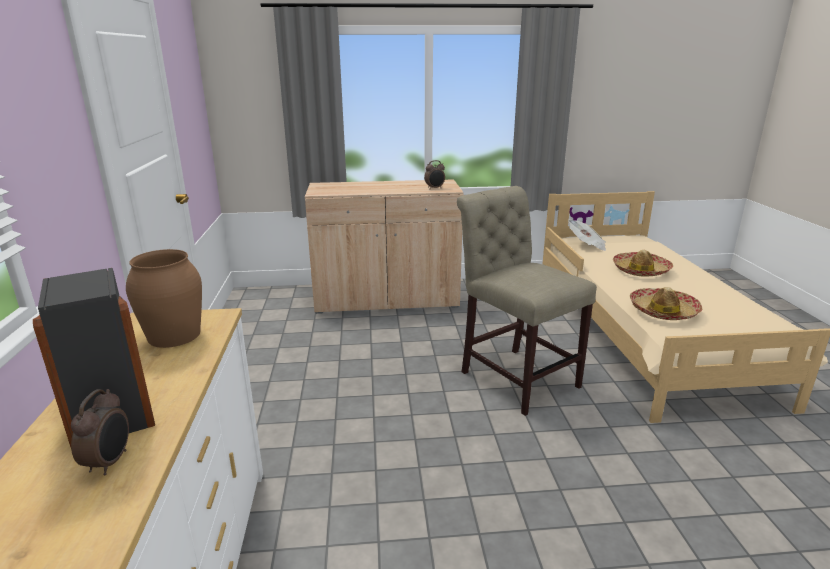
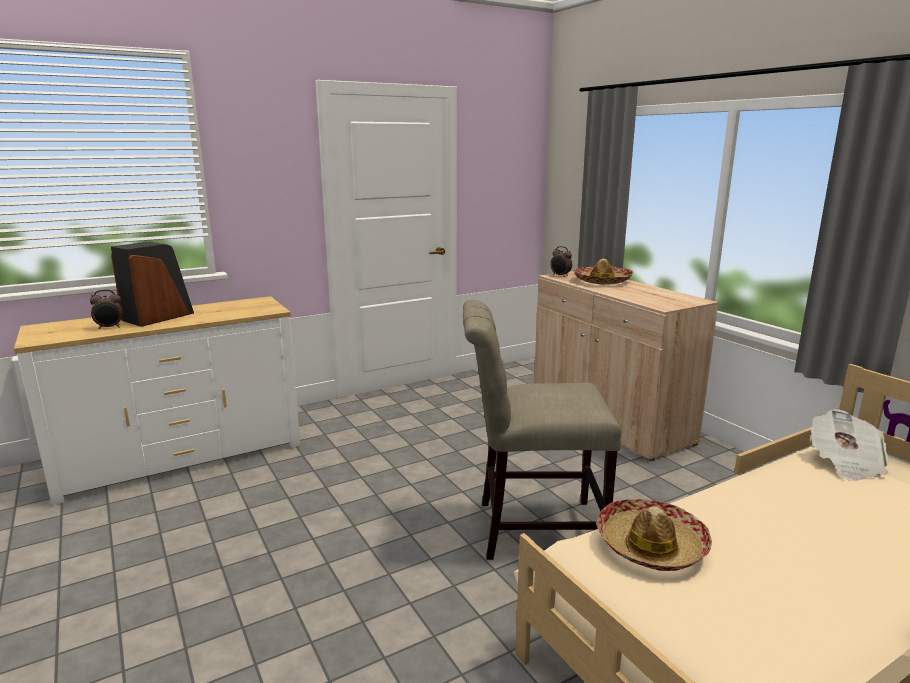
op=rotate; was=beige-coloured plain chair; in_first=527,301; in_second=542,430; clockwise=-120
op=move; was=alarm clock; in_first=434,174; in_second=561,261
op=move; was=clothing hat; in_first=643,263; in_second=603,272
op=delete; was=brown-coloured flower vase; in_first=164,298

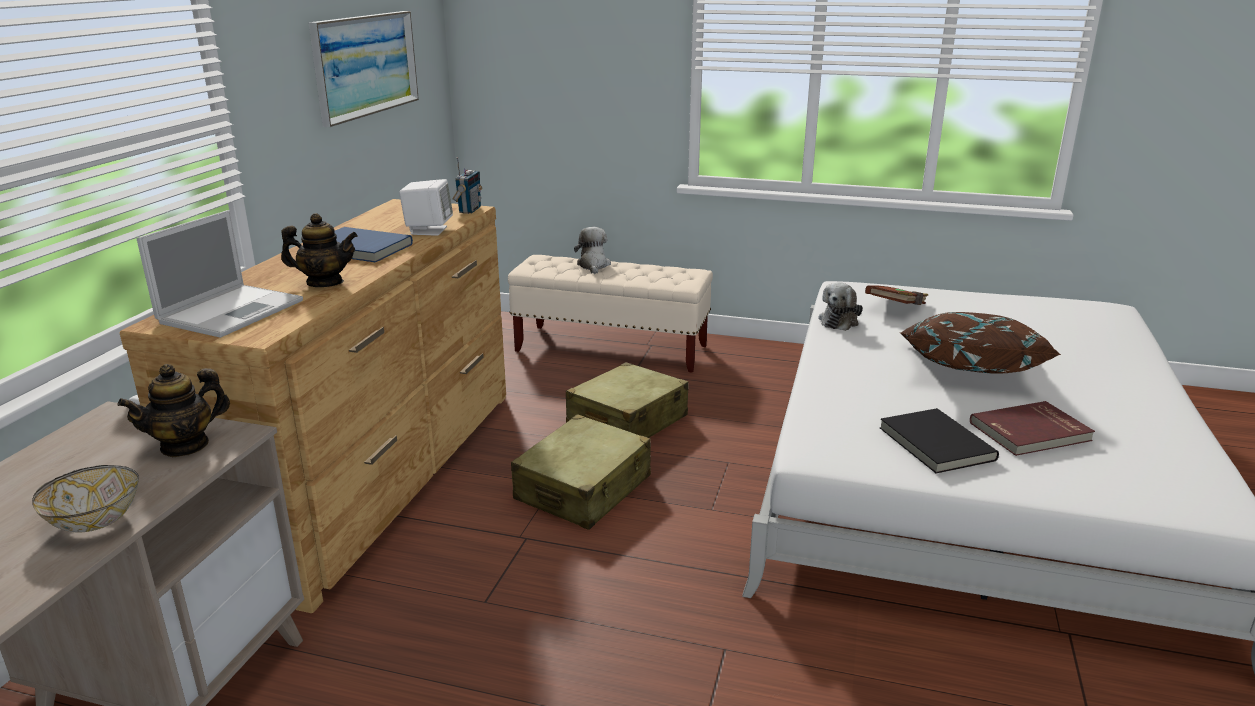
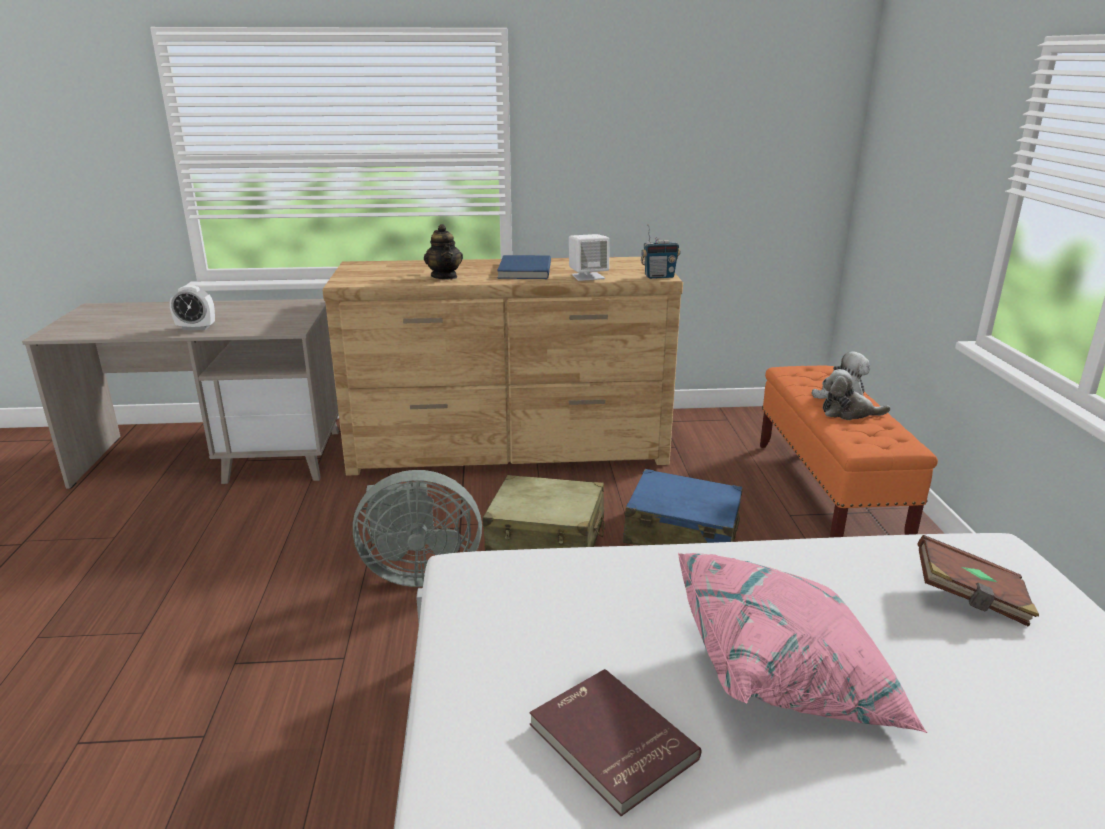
op=replace; was=deep dish; now=alarm clock; in_first=85,499; in_second=192,307
op=insert; now=greyish fan; in_second=417,528
op=recolor; was=beige-coloured travel case; now=blue-coloured travel case; in_first=627,400; in_second=683,507
op=recolor; was=brown-coloured cushion; now=pink-coloured cushion; in_first=980,343; in_second=802,643
op=recolor; was=beige-coloured long seat; now=orange-coloured long seat; in_first=610,314; in_second=849,452
op=move; was=cuddly toy; in_first=840,306; in_second=856,394
op=delete; was=teapot; in_first=174,410
op=delete; was=portable computer; in_first=220,274
op=delete; was=picture; in_first=364,69
op=delete; was=black-coloured book; in_first=939,441

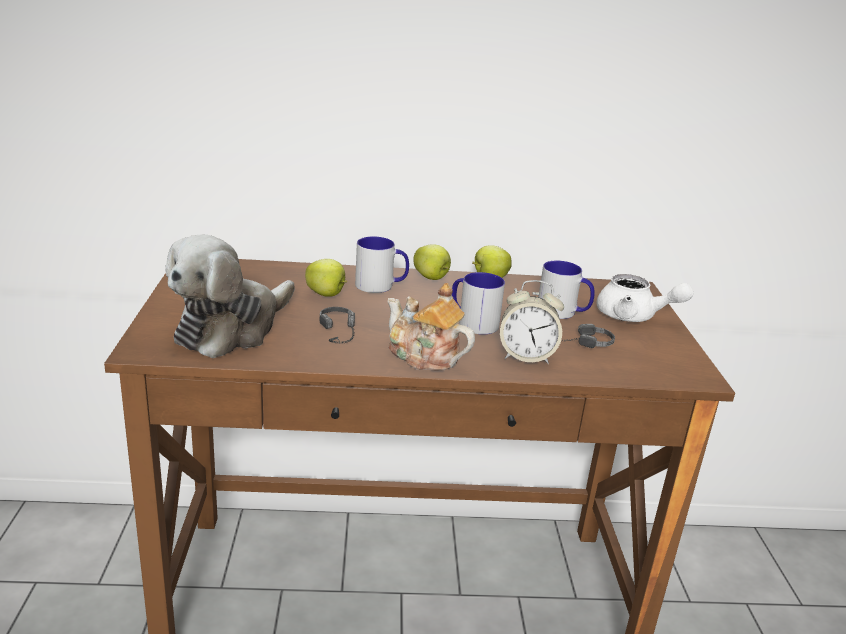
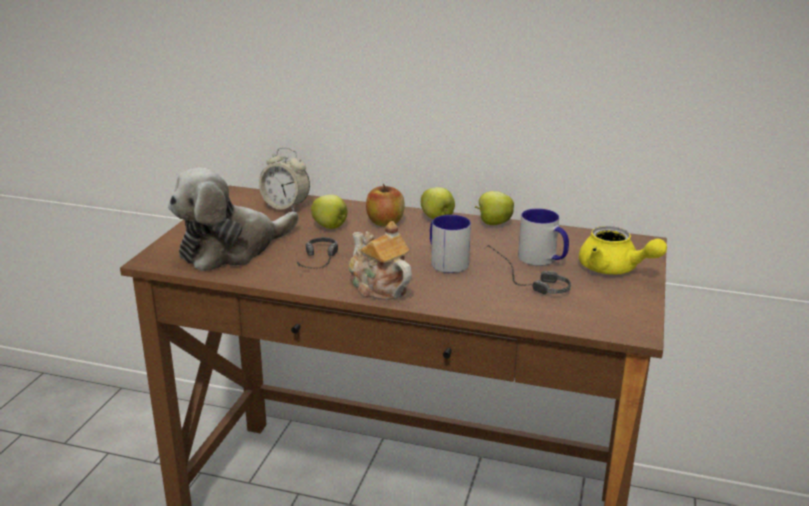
op=move; was=alarm clock; in_first=532,322; in_second=284,179
op=replace; was=tea mug; now=whole apple; in_first=382,264; in_second=385,205
op=recolor; was=whitish teapot; now=yellow teapot; in_first=645,298; in_second=623,250

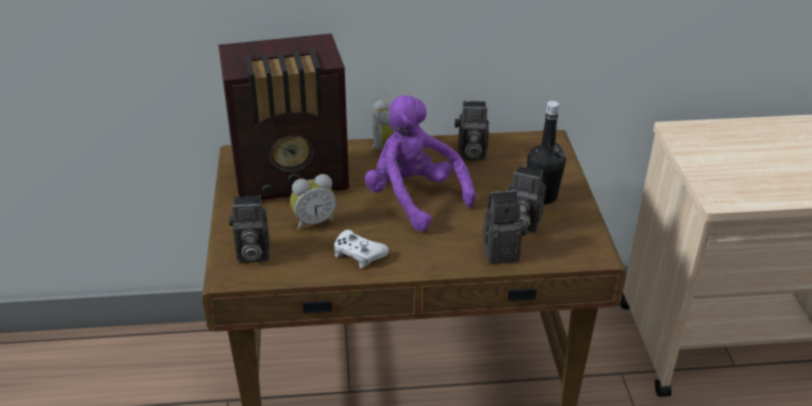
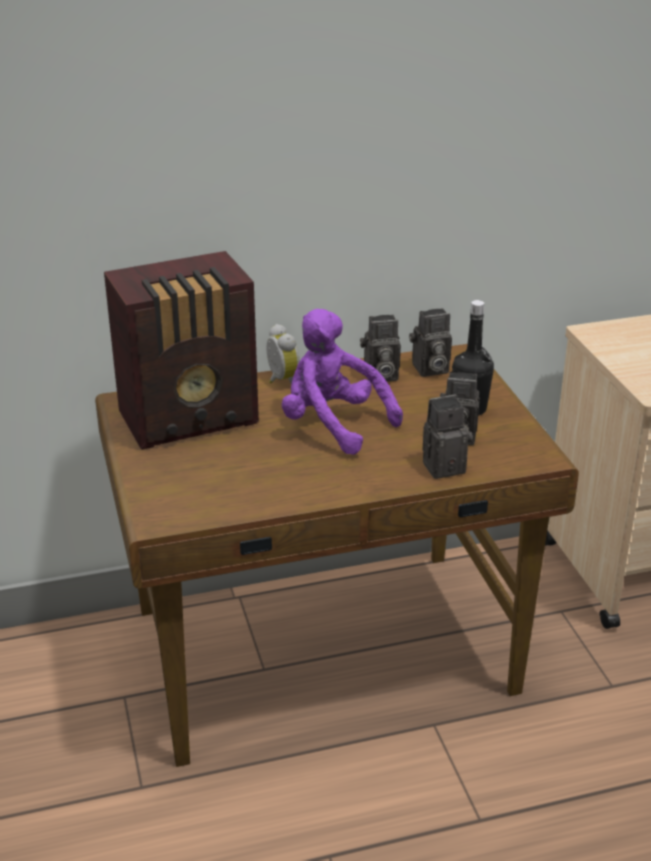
op=move; was=photo camera; in_first=249,229; in_second=430,342
op=delete; was=alarm clock; in_first=313,202
op=delete; was=whitish gamepad; in_first=361,249

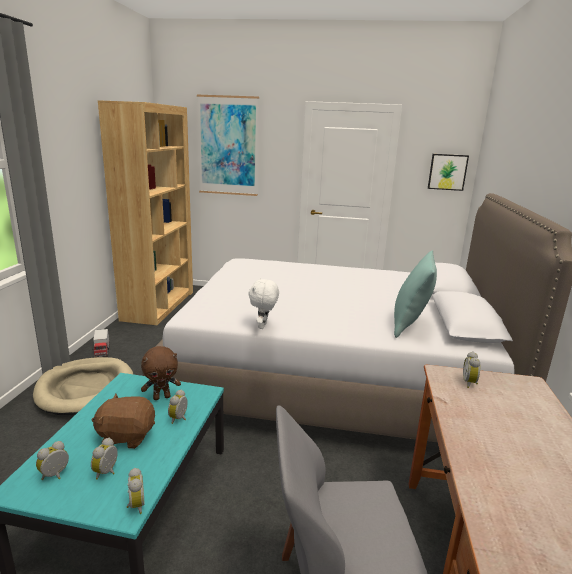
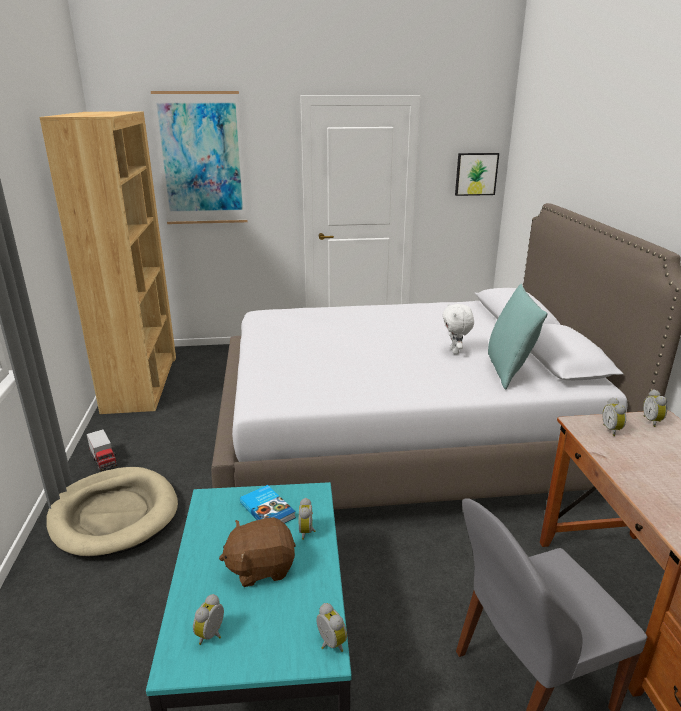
op=replace; was=brown-coloured cuddly toy; now=book; in_first=161,373; in_second=268,504
op=move; was=whitish cuddly toy; in_first=264,303; in_second=458,328
op=move; was=alarm clock; in_first=104,459; in_second=655,408

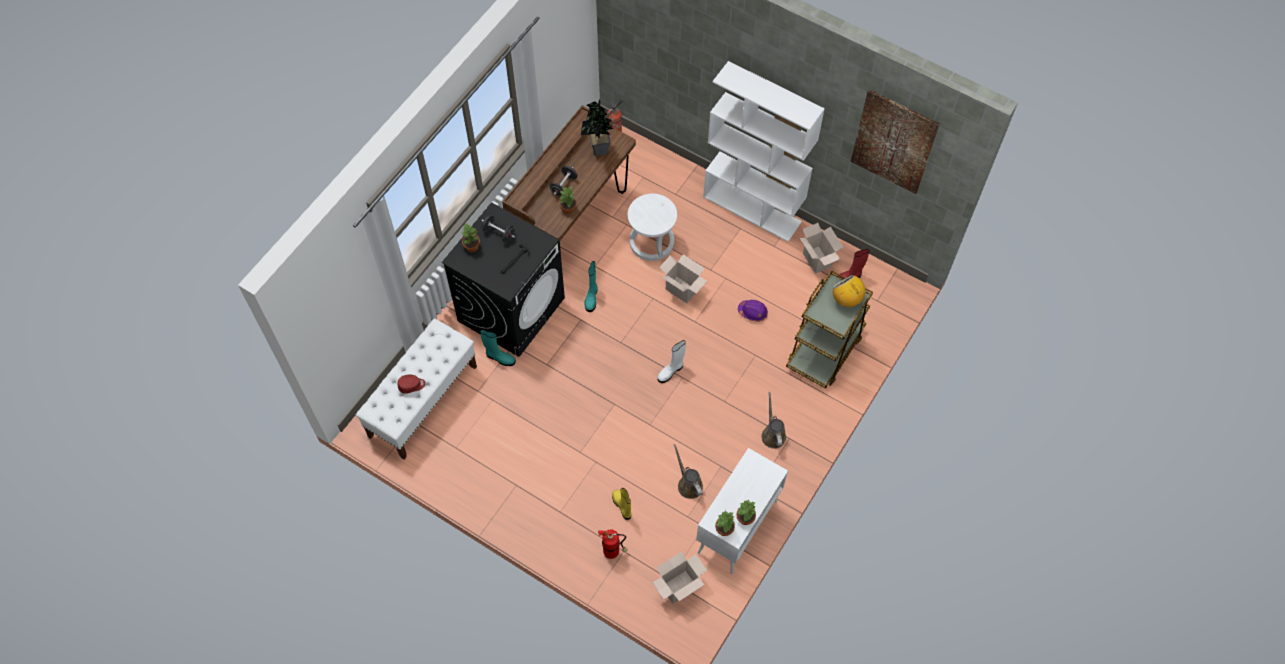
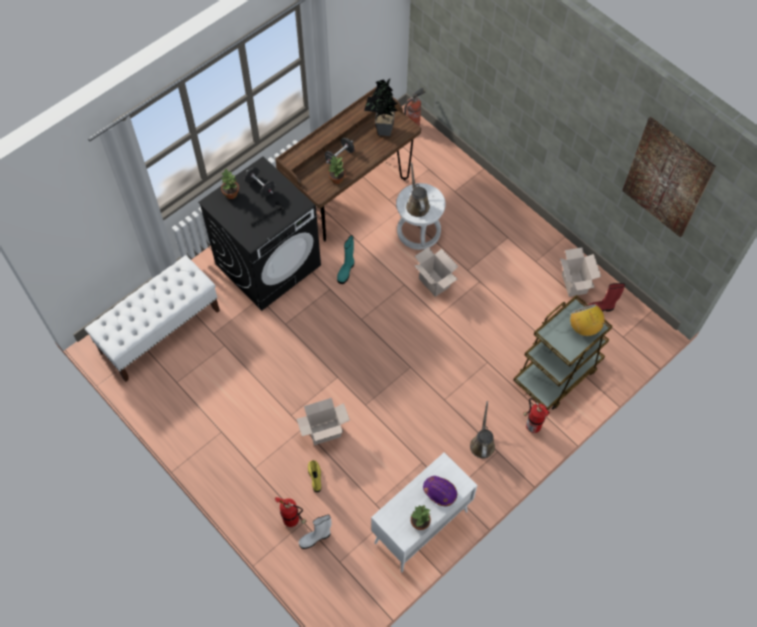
op=move; was=cardboard box; in_first=679,577; in_second=323,421
op=move; was=whitish boot; in_first=671,361; in_second=315,532
op=move; was=brown-coloured sprinkling can; in_first=688,471; in_second=418,190
op=move; was=purplish hard hat; in_first=753,311; in_second=440,491
op=insert; now=fire-fighting cylinder; in_second=536,415
op=delete; was=red baseball cap; in_first=412,384
op=delete; was=turquoise-coloured boot; in_first=498,347
op=delete; was=whitish bookshelf; in_first=764,151
op=delete; was=houseplant; in_first=725,523

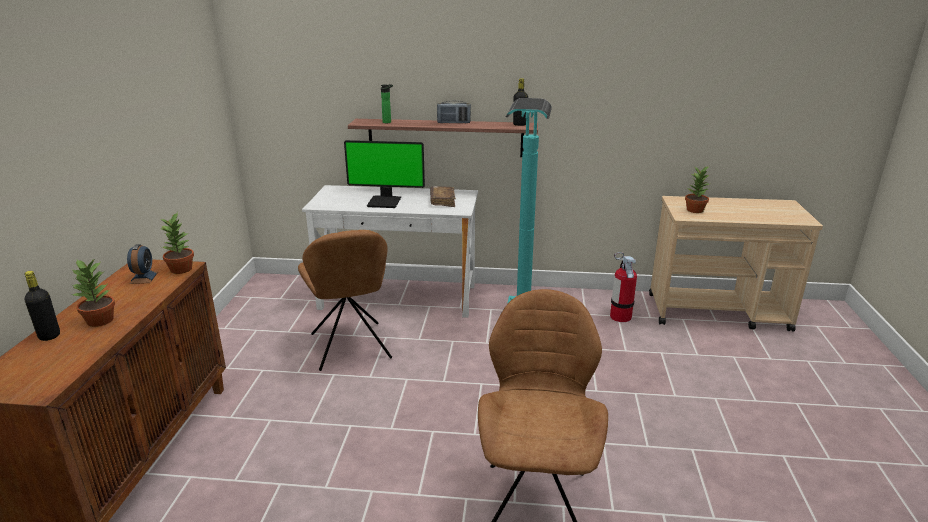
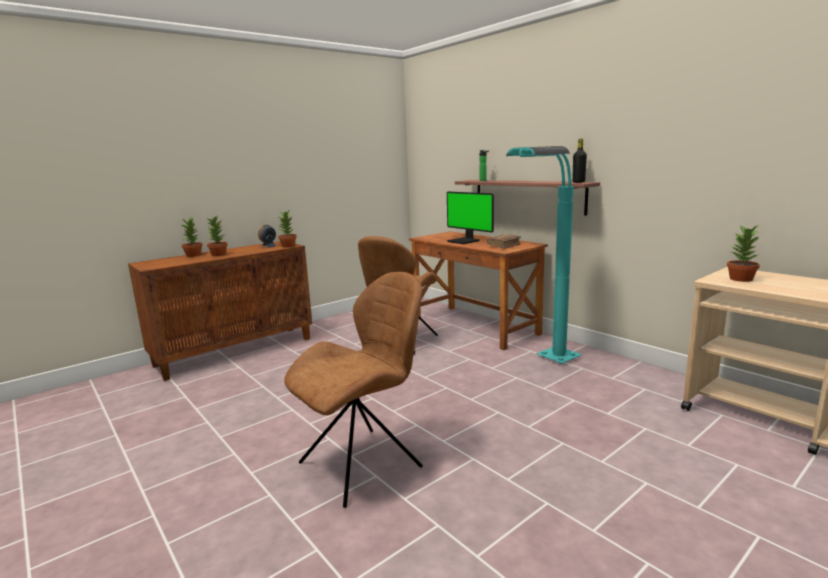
op=replace; was=black-coloured beverage bottle; now=houseplant; in_first=42,306; in_second=191,236
op=recolor; was=whitish desk table; now=brown-coloured desk table; in_first=390,251; in_second=478,290
op=delete; was=radio set; in_first=454,112
op=delete; was=fire-fighting cylinder; in_first=623,287

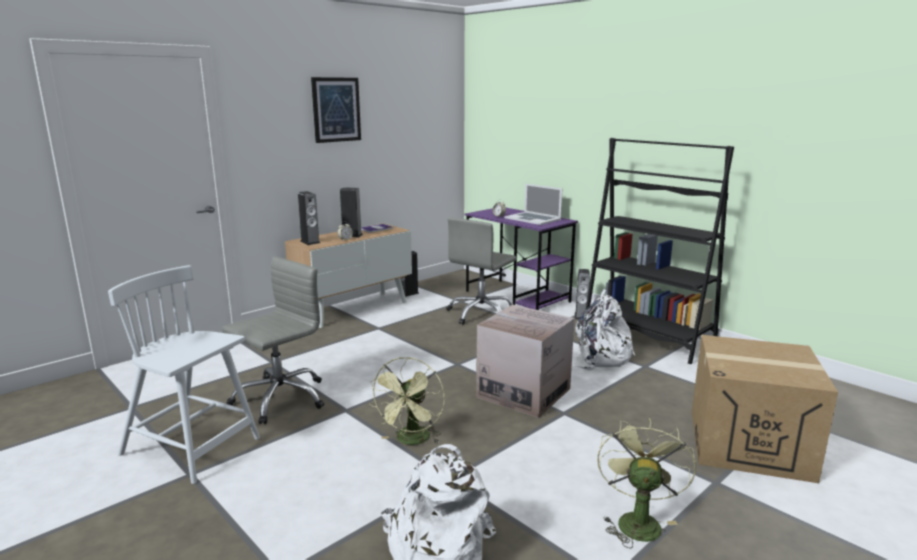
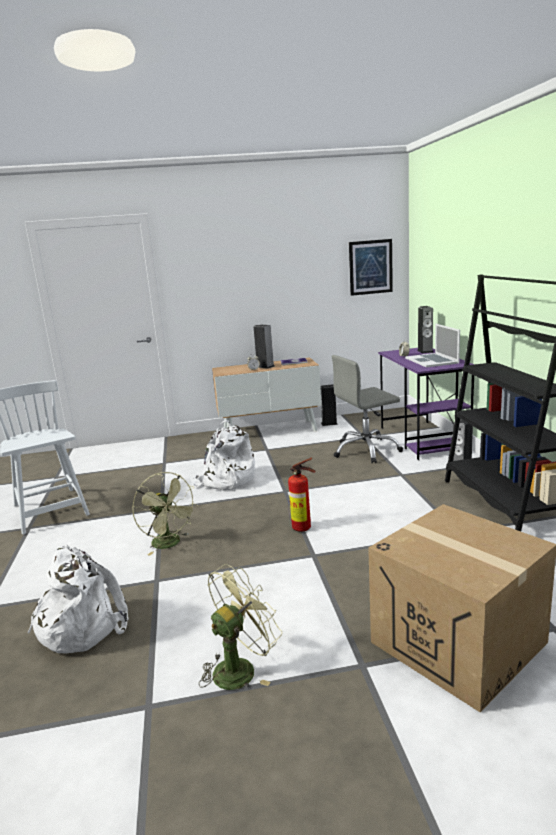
op=rotate; was=green-coloured fan; in_first=407,401; in_second=165,514; clockwise=-90
op=move; was=whitish rucksack; in_first=603,329; in_second=223,455
op=replace; was=cardboard box; now=fire-fighting cylinder; in_first=525,361; in_second=301,495
op=move; was=picture; in_first=336,110; in_second=371,267
op=move; was=loudspeaker; in_first=309,218; in_second=425,329
op=delete; was=greyish computer chair; in_first=273,340

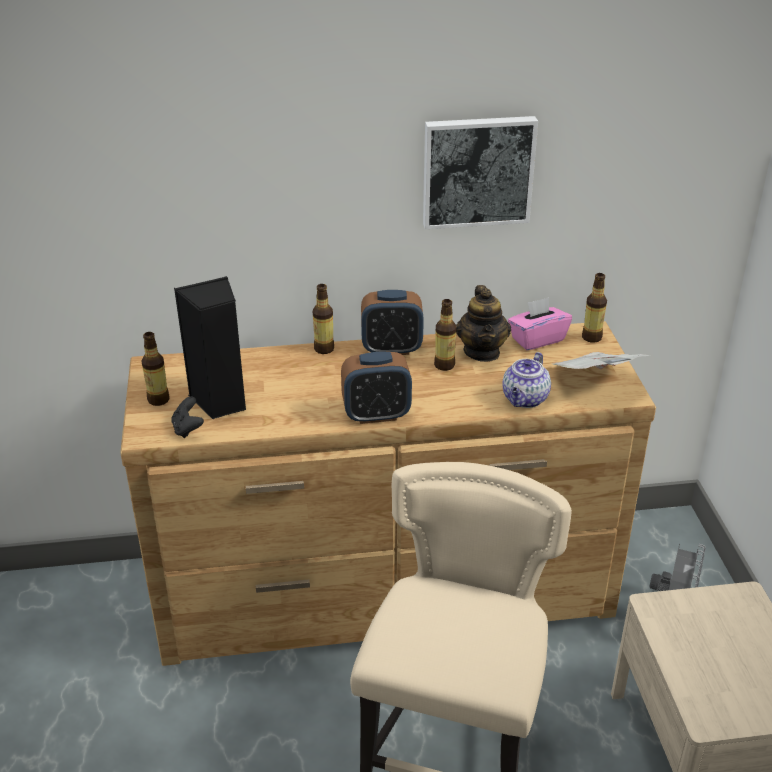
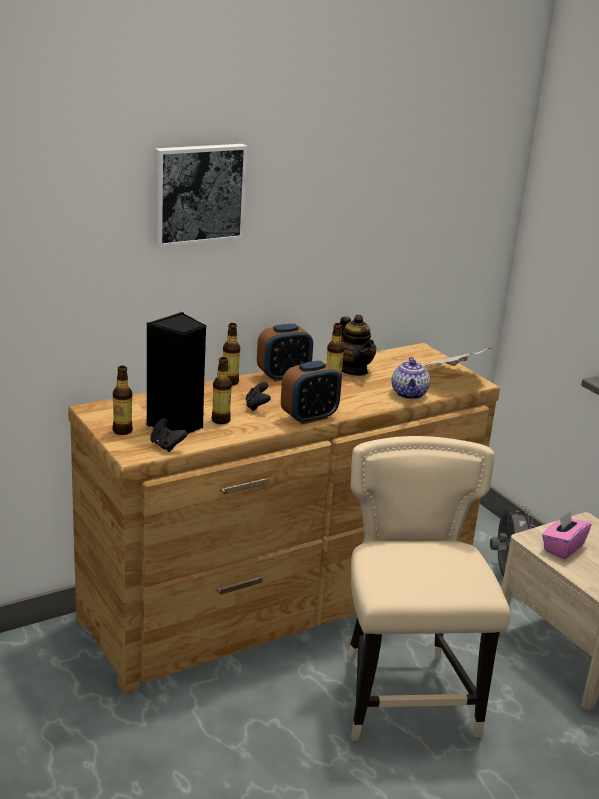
op=move; was=picture; in_first=480,172; in_second=200,195
op=move; was=beverage bottle; in_first=594,308; in_second=222,390
op=insert; now=black-coloured gamepad; in_second=258,396
op=move; was=pink-coloured tissue box; in_first=540,323; in_second=567,535

